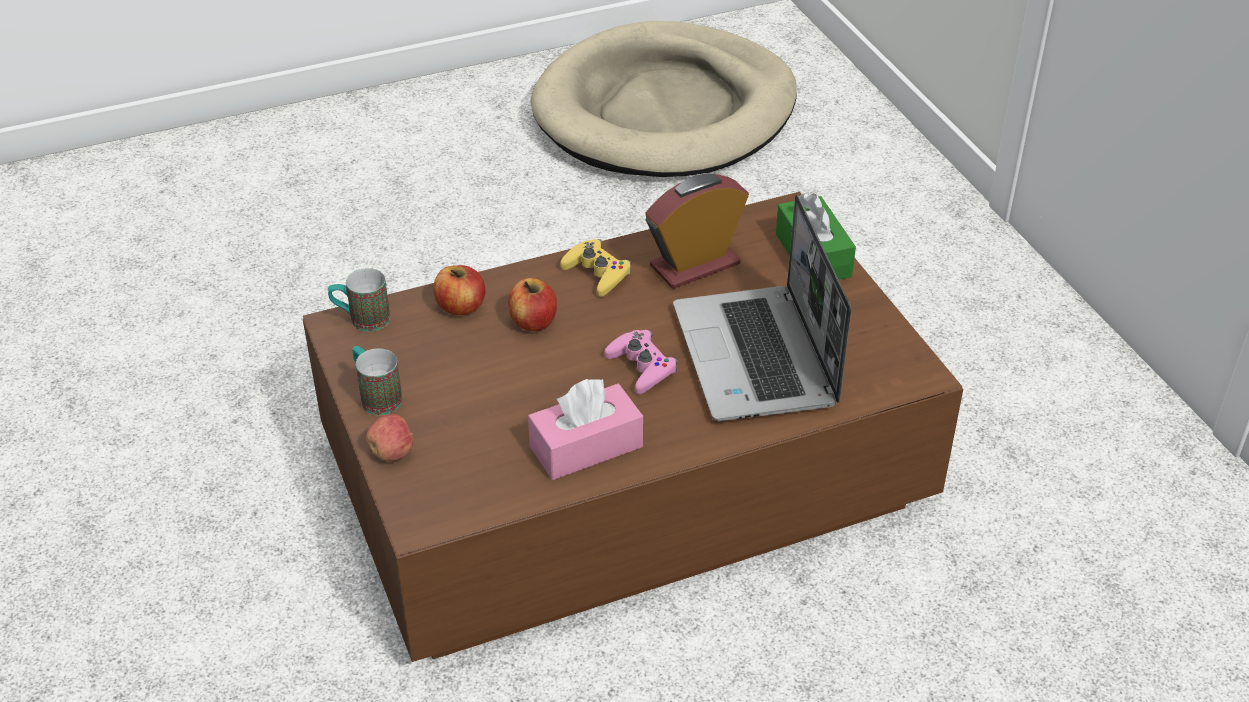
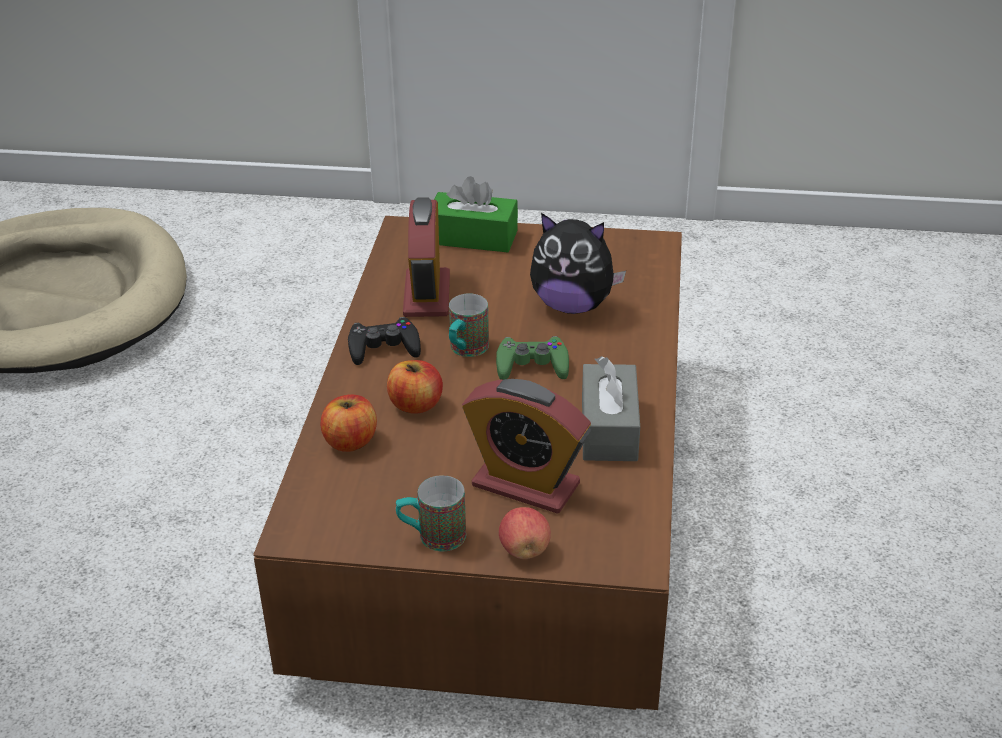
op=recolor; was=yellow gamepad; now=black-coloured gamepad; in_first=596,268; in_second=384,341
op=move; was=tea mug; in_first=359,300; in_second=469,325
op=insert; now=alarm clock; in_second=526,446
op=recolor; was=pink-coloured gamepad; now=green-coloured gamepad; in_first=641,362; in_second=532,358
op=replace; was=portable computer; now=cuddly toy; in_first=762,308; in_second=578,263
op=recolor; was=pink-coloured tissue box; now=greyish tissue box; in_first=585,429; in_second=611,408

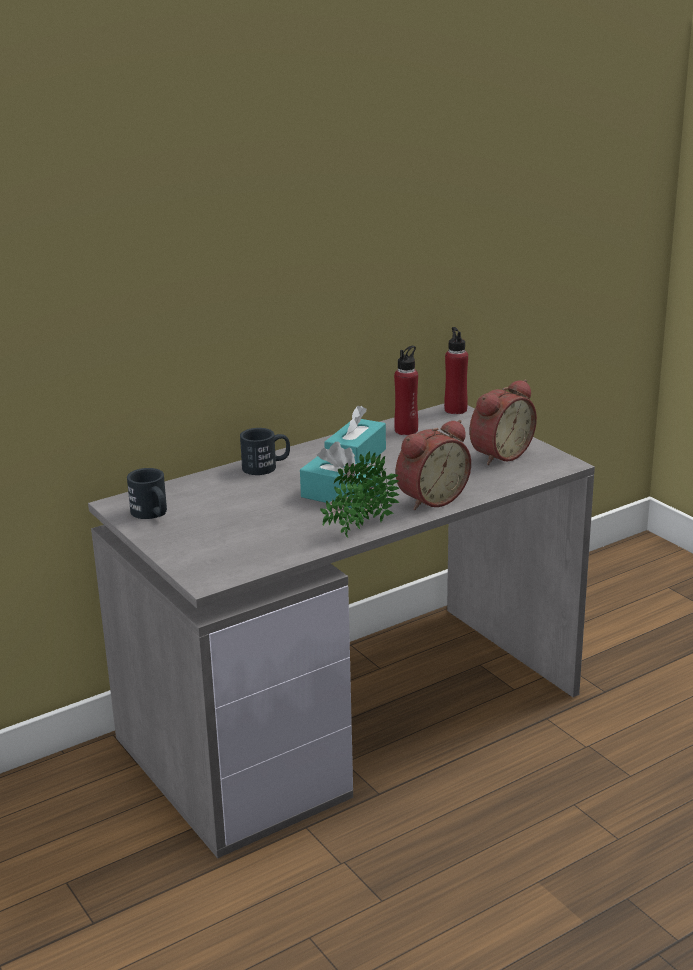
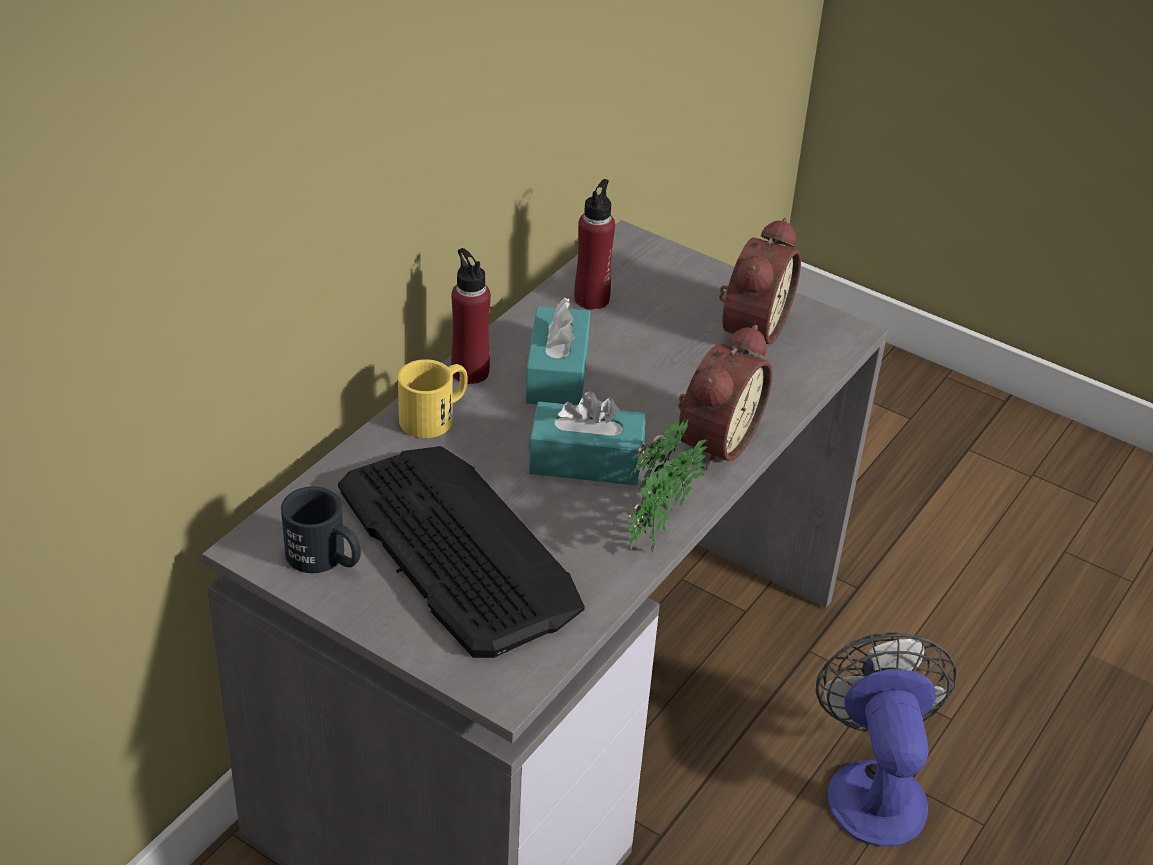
op=insert; now=keyboard; in_second=461,552
op=recolor; was=black-coloured tea mug; now=yellow tea mug; in_first=265,451; in_second=433,398
op=move; was=red beverage bottle; in_first=456,370; in_second=471,316
op=insert; now=fan; in_second=886,739

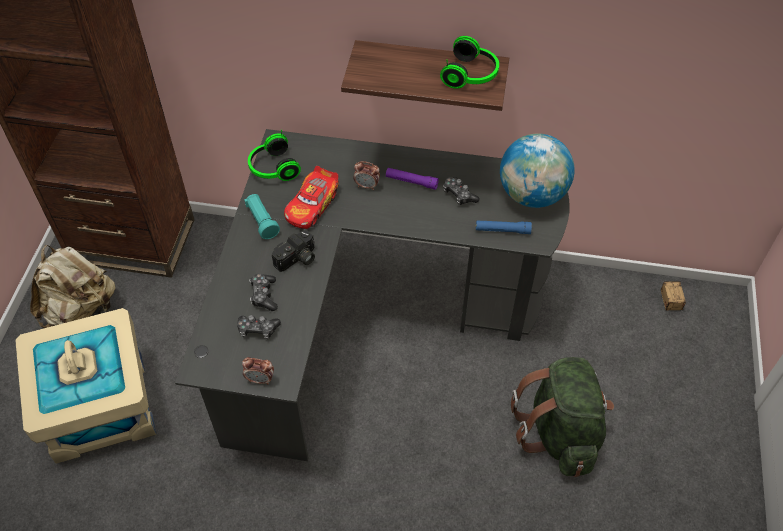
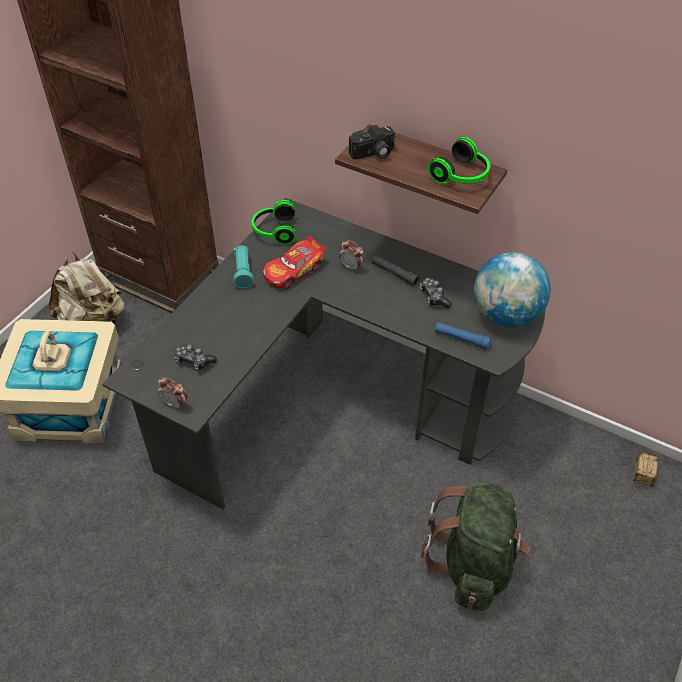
op=move; was=photo camera; in_first=293,251; in_second=372,142
op=recolor; was=purplish flashlight; now=black-coloured flashlight; in_first=412,179; in_second=396,270
op=delete; was=gamepad; in_first=263,292

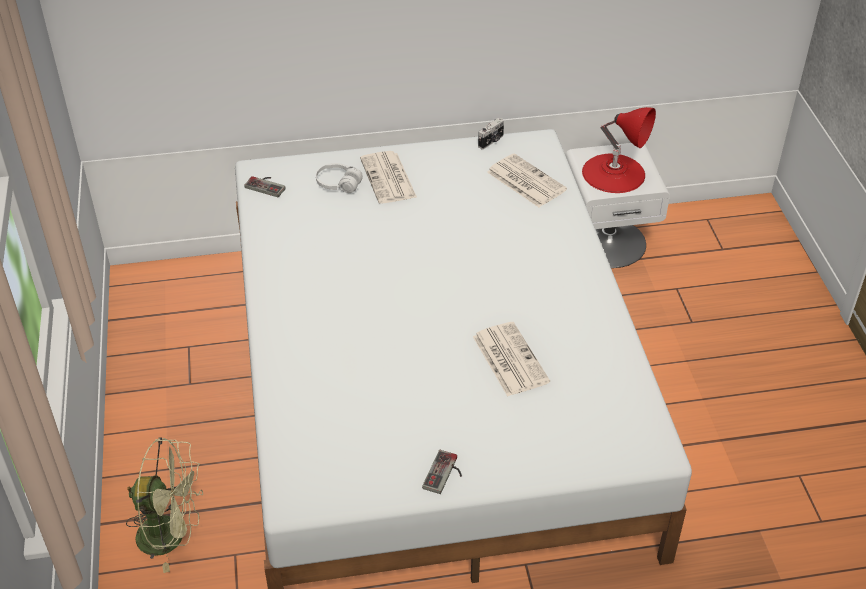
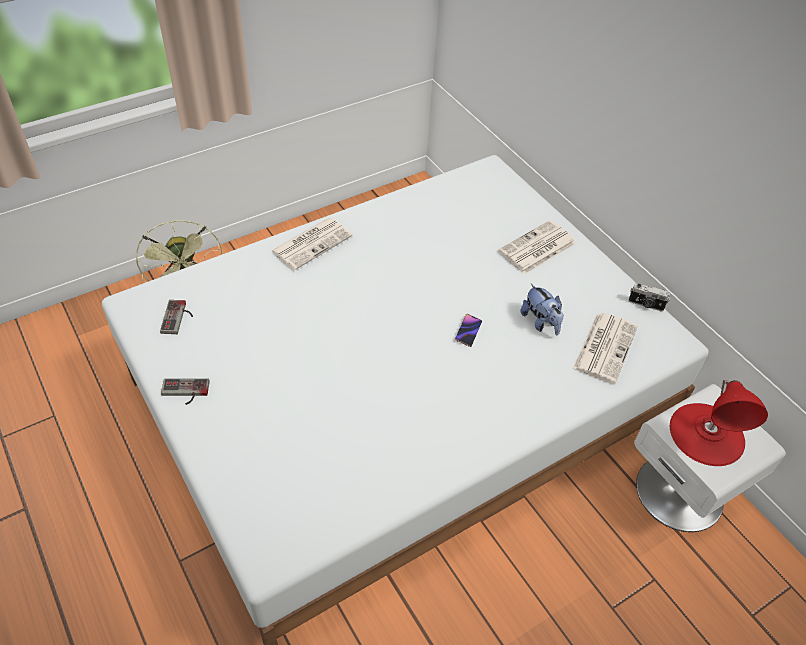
op=move; was=gamepad; in_first=265,186; in_second=176,317
op=move; was=printed paper; in_first=511,359; in_second=311,244
op=insert; now=telephone; in_second=468,330
op=insert; now=cuddly toy; in_second=541,309
op=delete; was=whitish pair of headphones; in_first=339,178

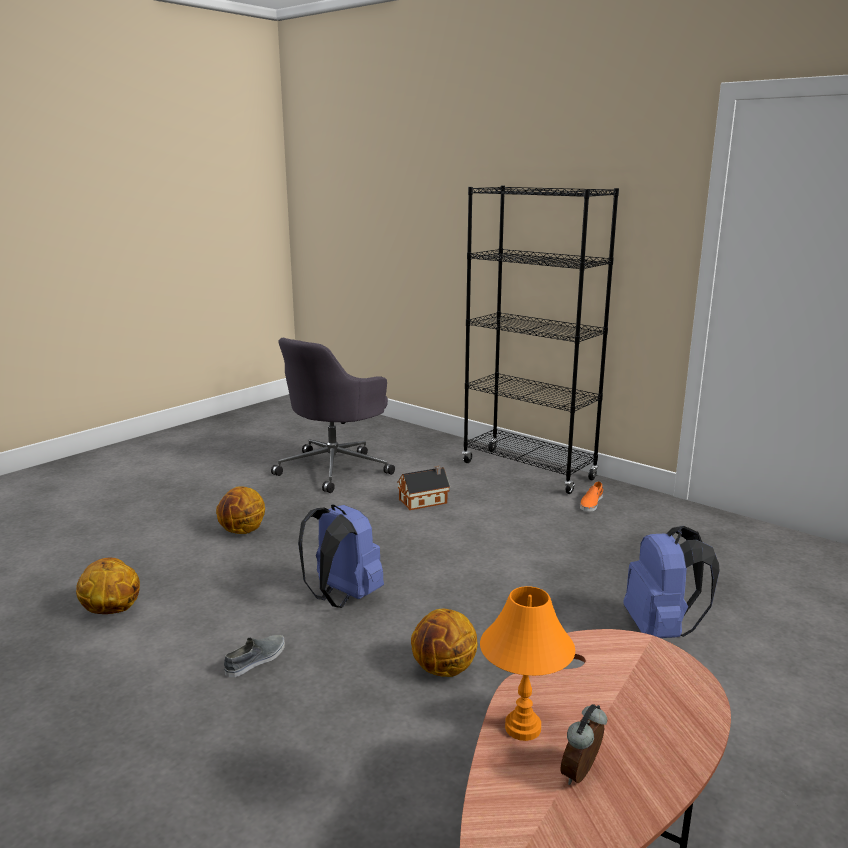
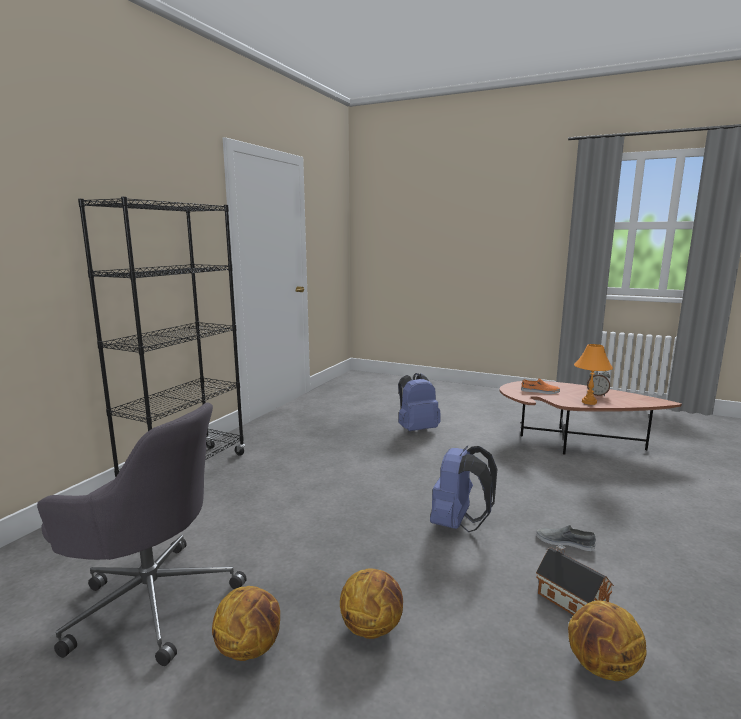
op=move; was=basketball; in_first=444,643; in_second=246,623
op=move; was=orange-coloured low shoe; in_first=591,496; in_second=540,386
op=move; was=miniature house; in_first=423,488; in_second=575,579

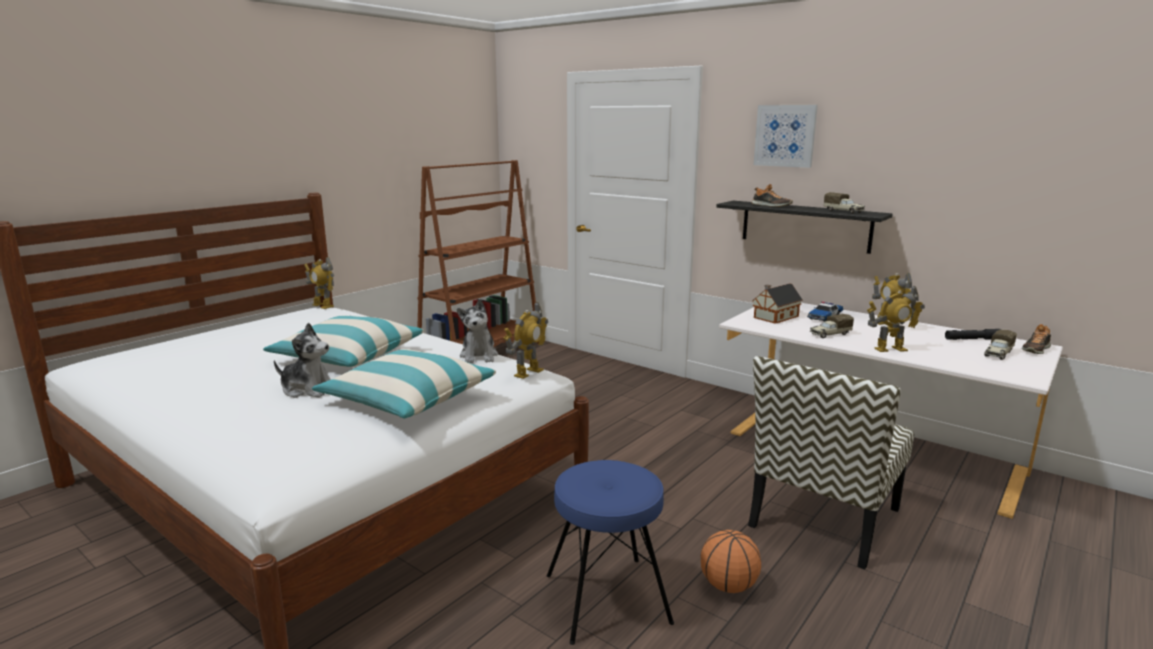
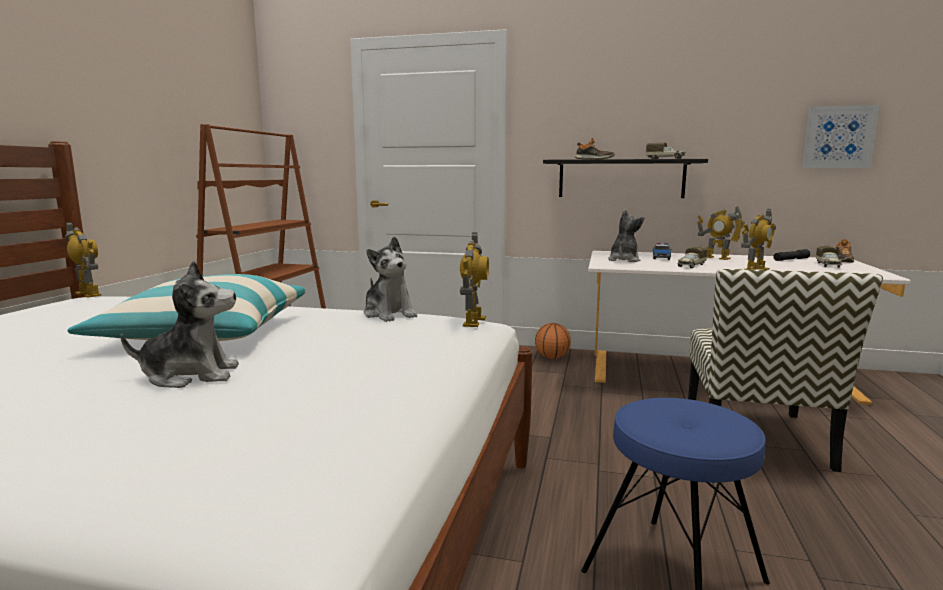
op=rotate; was=robot figure; in_first=319,283; in_second=83,260; clockwise=-150
op=move; was=basketball; in_first=731,561; in_second=553,341
op=replace; was=miniature house; now=cuddly toy; in_first=777,303; in_second=626,235
op=move; was=picture; in_first=786,136; in_second=840,136
op=delete; was=cushion; in_first=404,384

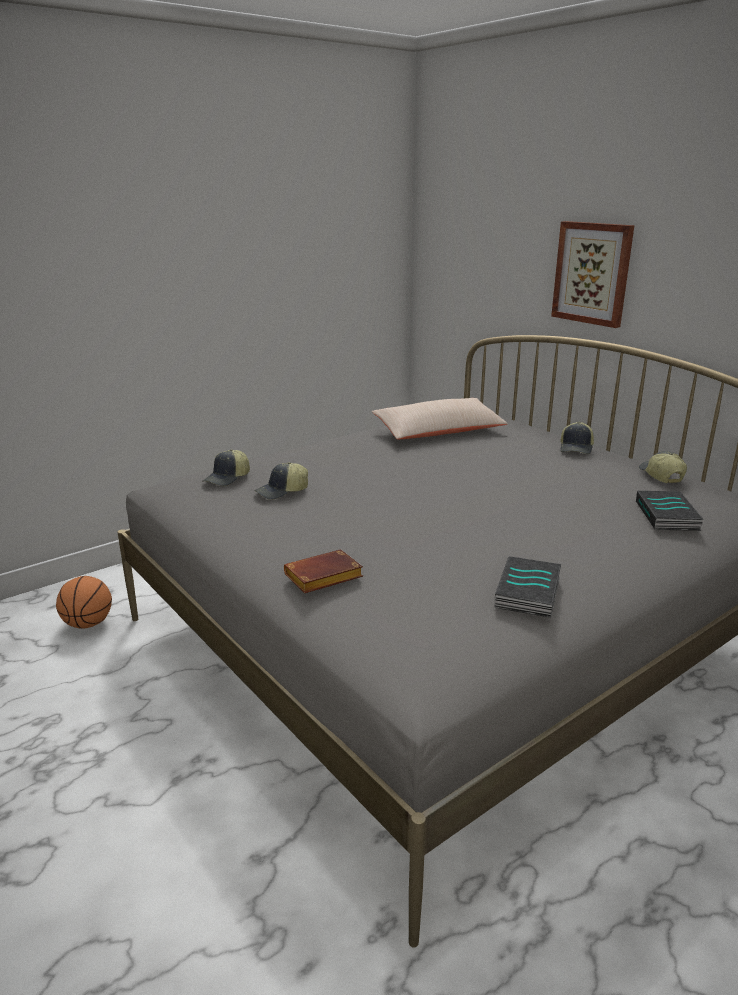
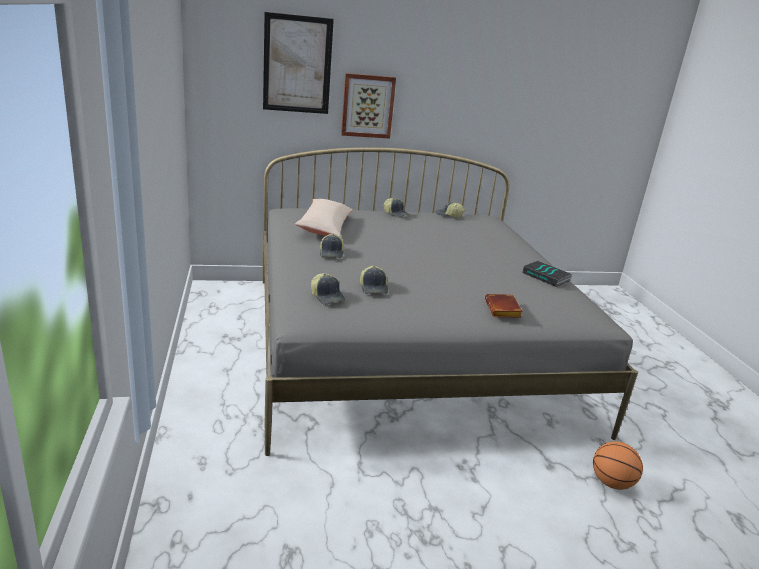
op=insert; now=picture; in_second=298,63
op=insert; now=baseball cap; in_second=332,246
op=move; was=basketball; in_first=84,602; in_second=618,465
op=delete; was=book; in_first=670,511

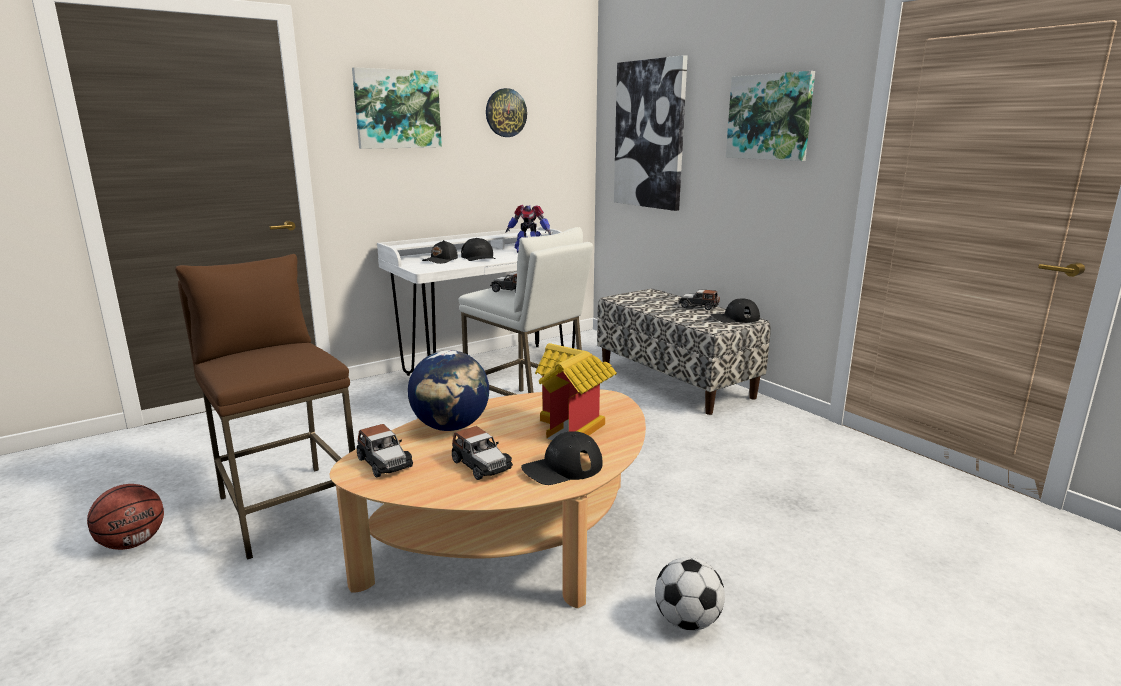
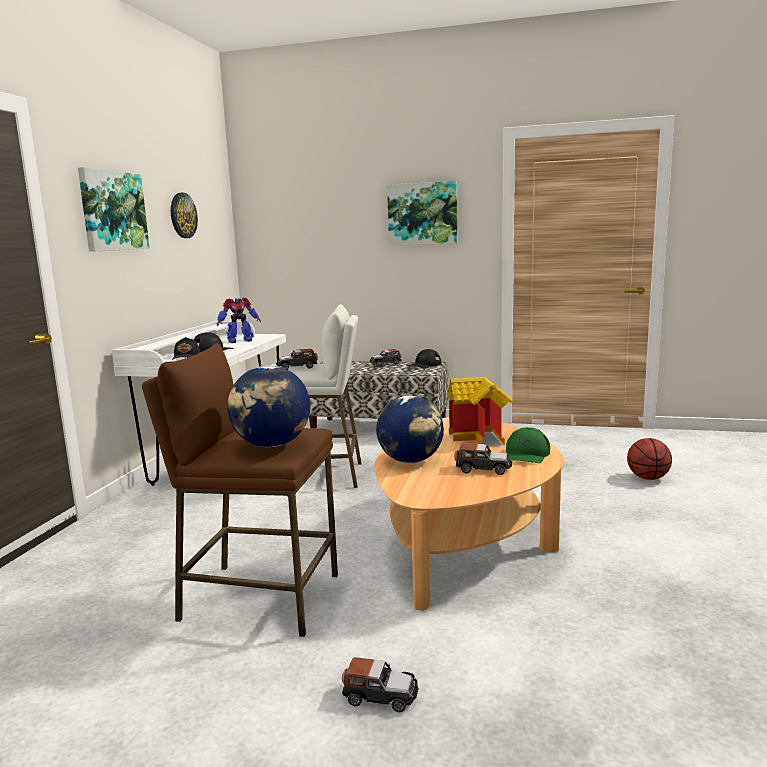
op=insert; now=desk globe; in_second=268,406
op=move; was=miniature car; in_first=385,451; in_second=380,684
op=recolor; was=black-coloured baseball cap; now=green-coloured baseball cap; in_first=561,458; in_second=528,445
op=move; was=basketball; in_first=125,517; in_second=649,459
op=delete; was=picture; in_first=651,133
op=delete; was=ball for football; in_first=690,594

